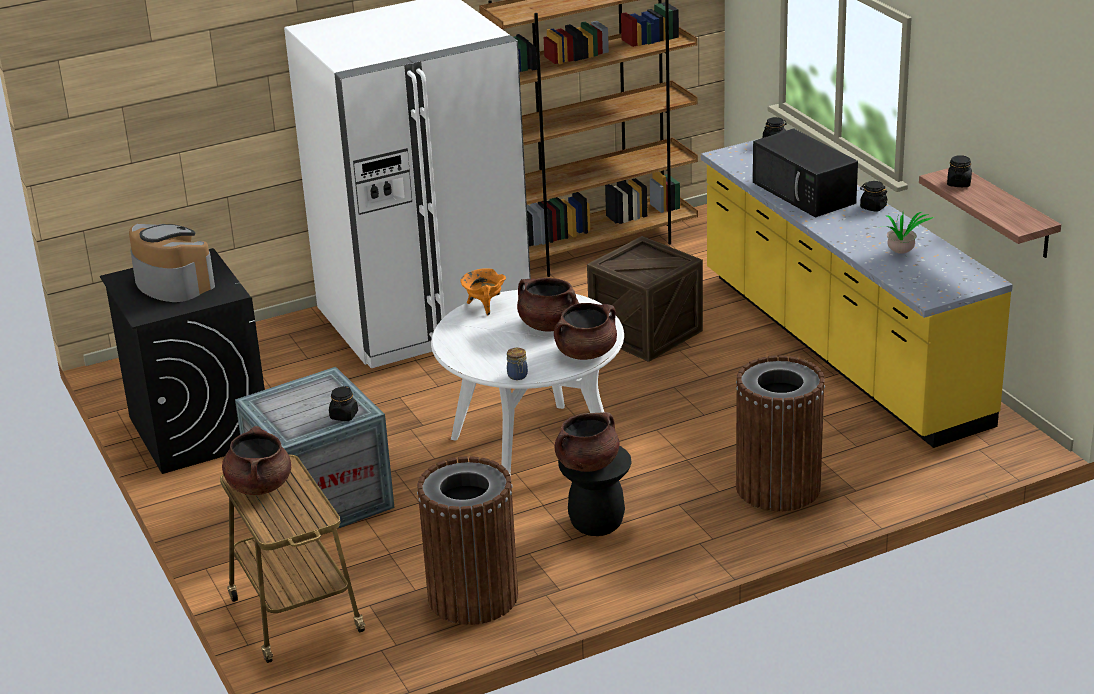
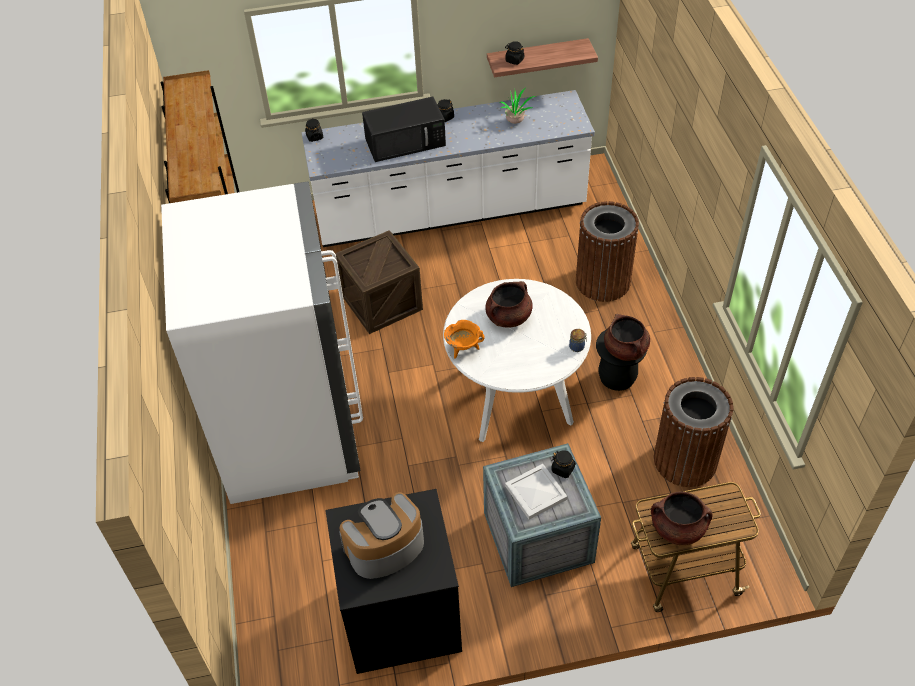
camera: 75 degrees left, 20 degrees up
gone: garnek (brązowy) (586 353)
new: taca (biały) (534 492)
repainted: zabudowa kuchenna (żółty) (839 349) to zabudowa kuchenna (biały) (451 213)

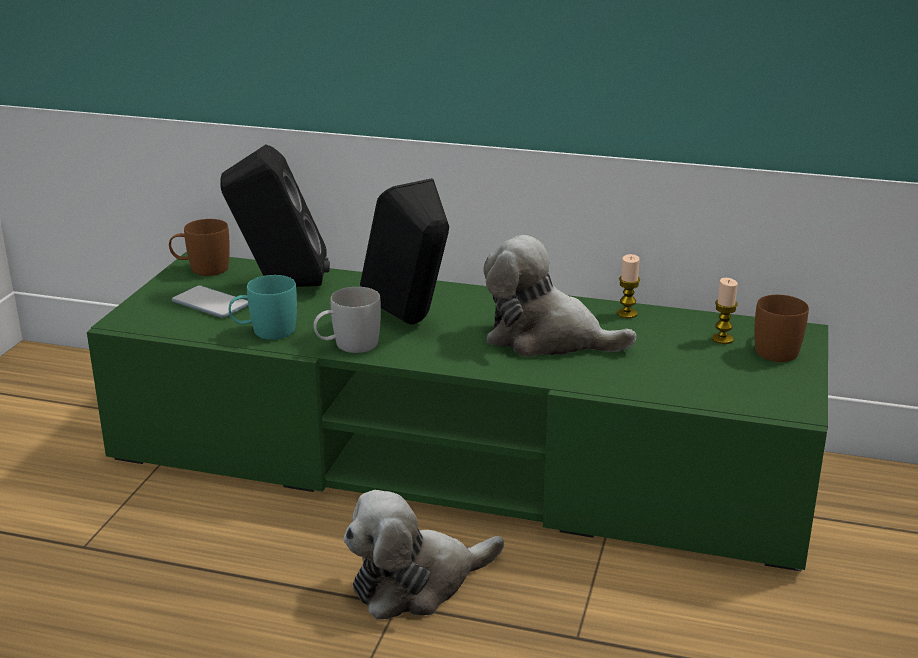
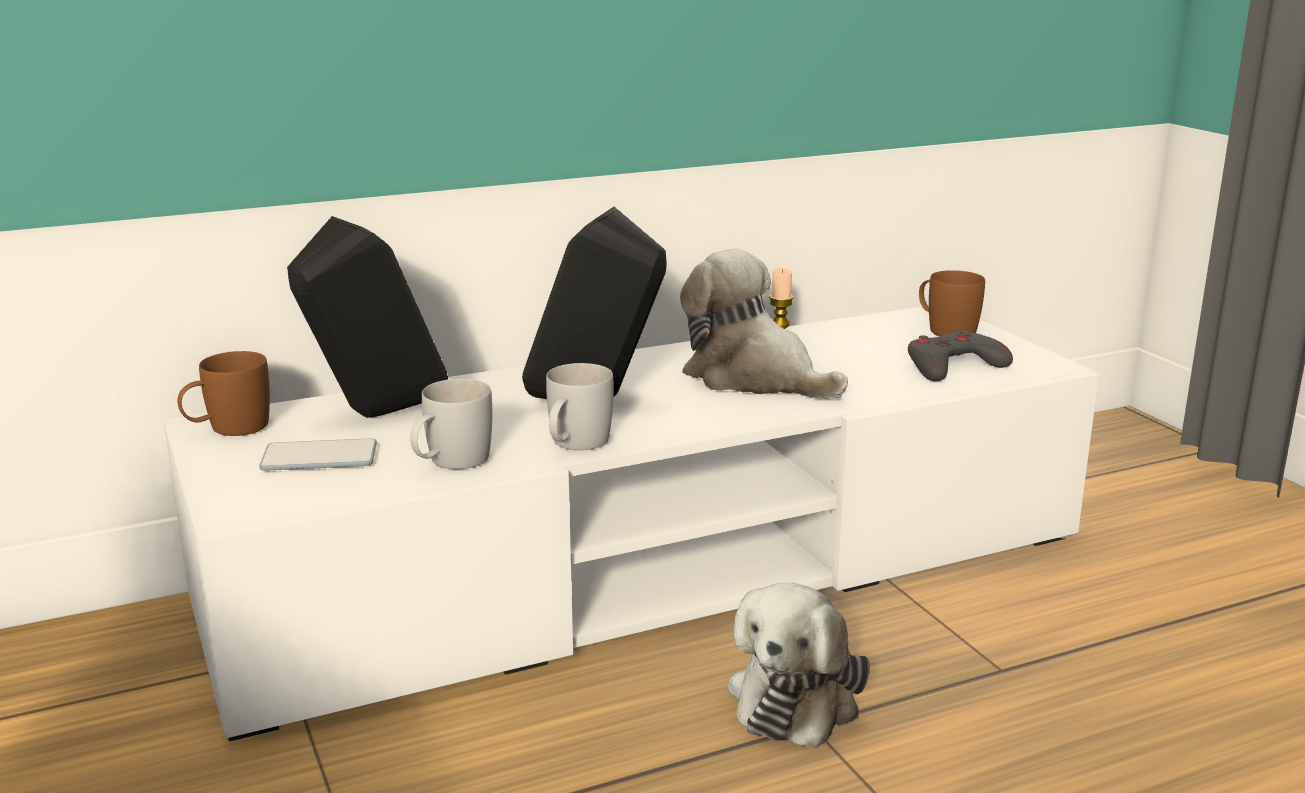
camera: 40 degrees left, 5 degrees down
gone: świeca (722 339)
new: pad do gier (szary) (953 366)
repainted: szafka pod telewizor (zielony) (459 461) to szafka pod telewizor (biały) (652 571); kubek (turkusowy) (265 332) to kubek (biały) (450 462)
rotated: pluszak (546 339) = (754 378) 60 degrees clockwise

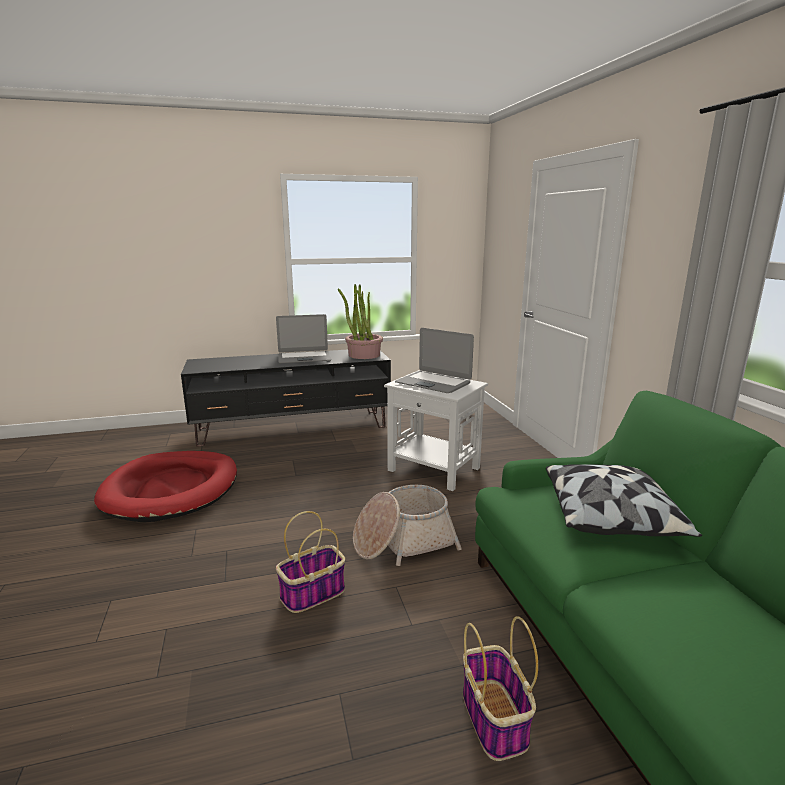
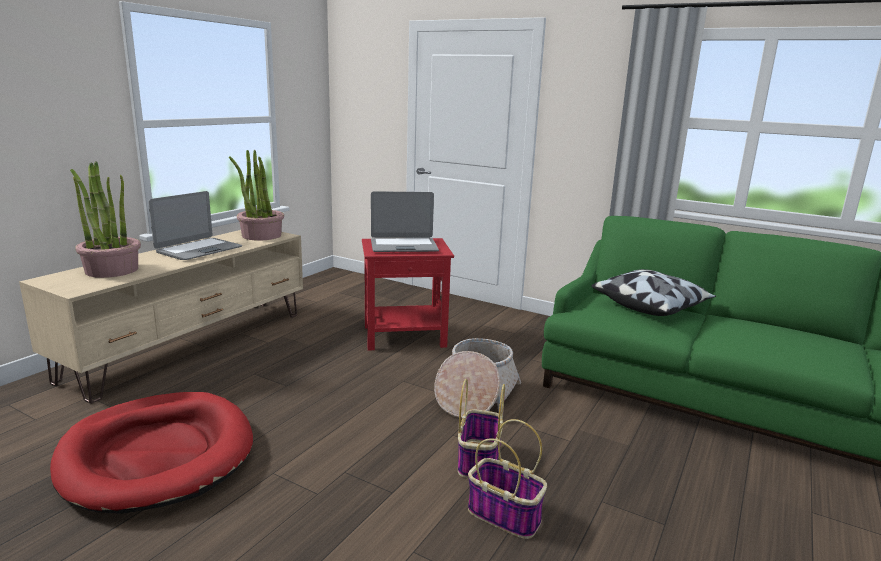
camera: 45 degrees left, 0 degrees up
new: roślina doniczkowa (111 270)
shifted: koszyk (495 719) to (505 515)
repainted: szafka pod telewizor (czarny) (294 428) to szafka pod telewizor (beżowy) (192 344); stolik (biały) (434 469) to stolik (czerwony) (405 336)

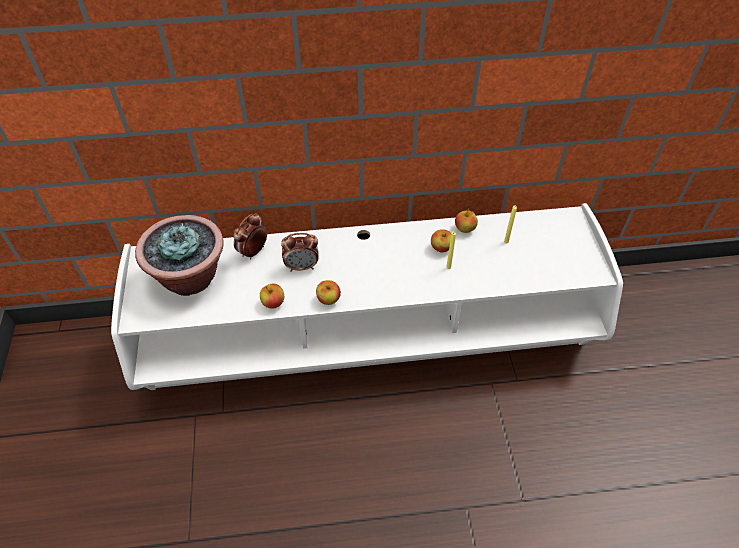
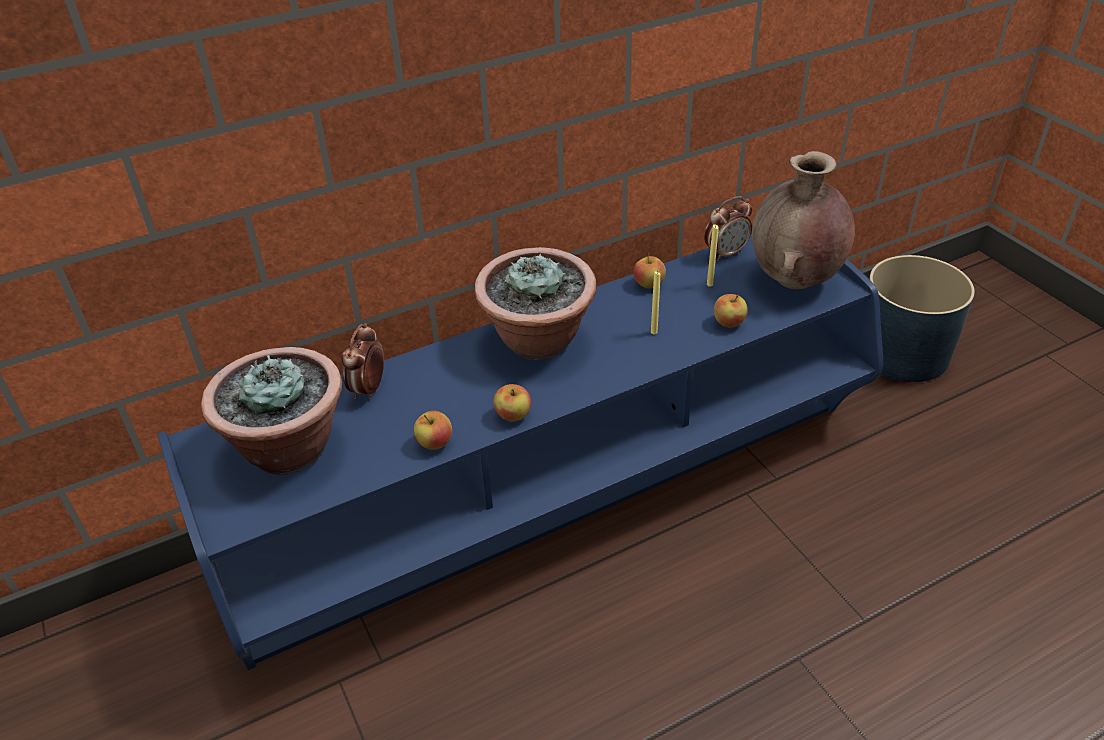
camera: 20 degrees left, 10 degrees down
new: roślina doniczkowa (538 341); wazon (brązowy) (794 281); donica (niebieski) (902 352)
shifted: budzik (302 266) to (726 254); jabłko (441 248) to (729 323)
repainted: szafka pod telewizor (biały) (370 344) to szafka pod telewizor (niebieski) (557 497)

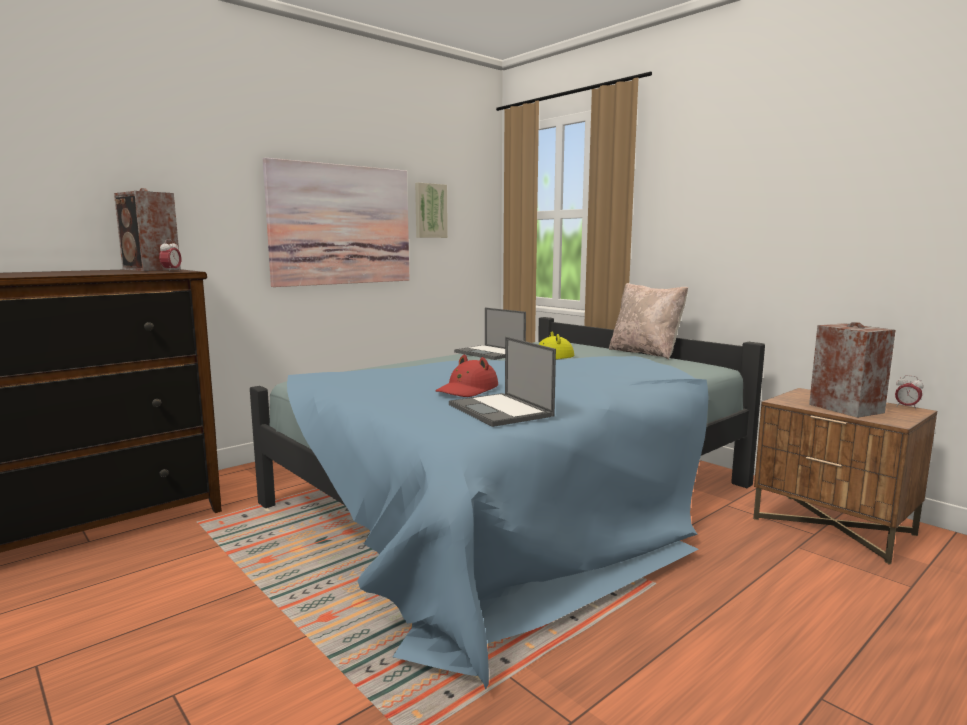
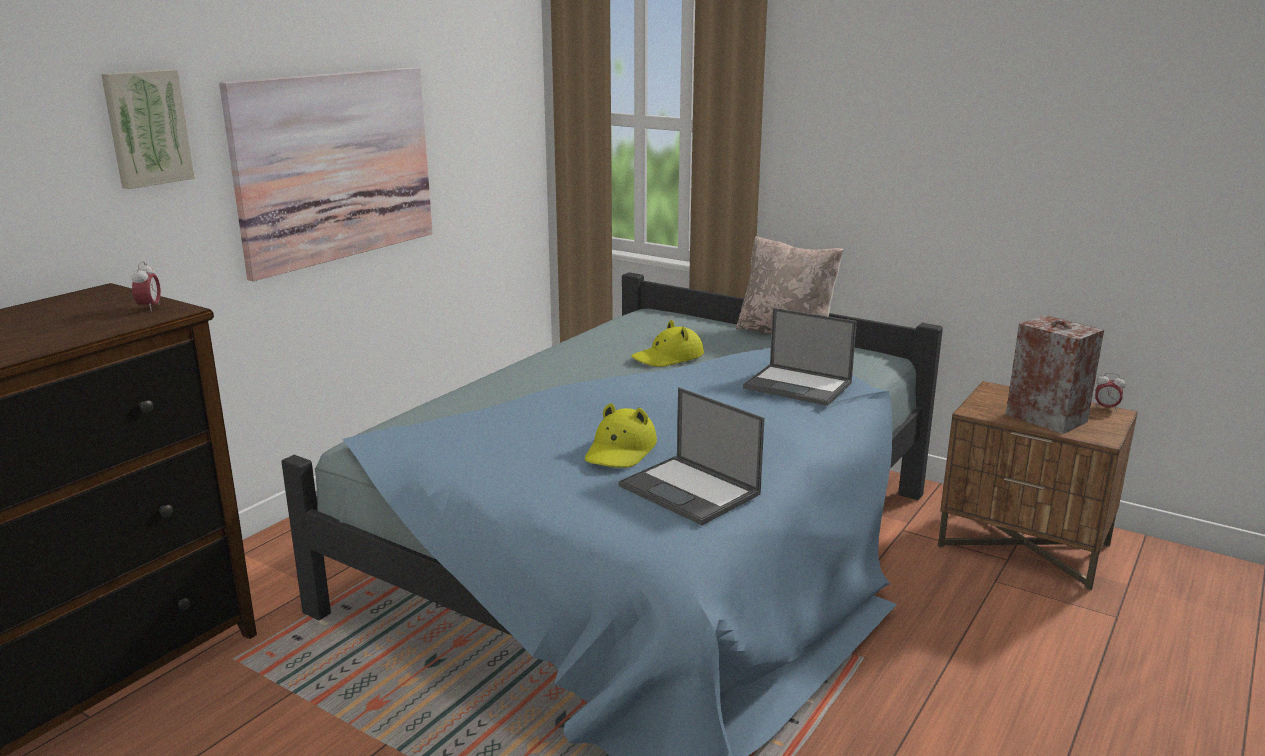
camera: 15 degrees left, 10 degrees up
gone: głośnik (151 269)
shifted: obraz (430 211) to (146 128); laptop (490 353) to (799 386)
repainted: kapelusz (czerwony) (467 390) to kapelusz (żółty) (620 451)

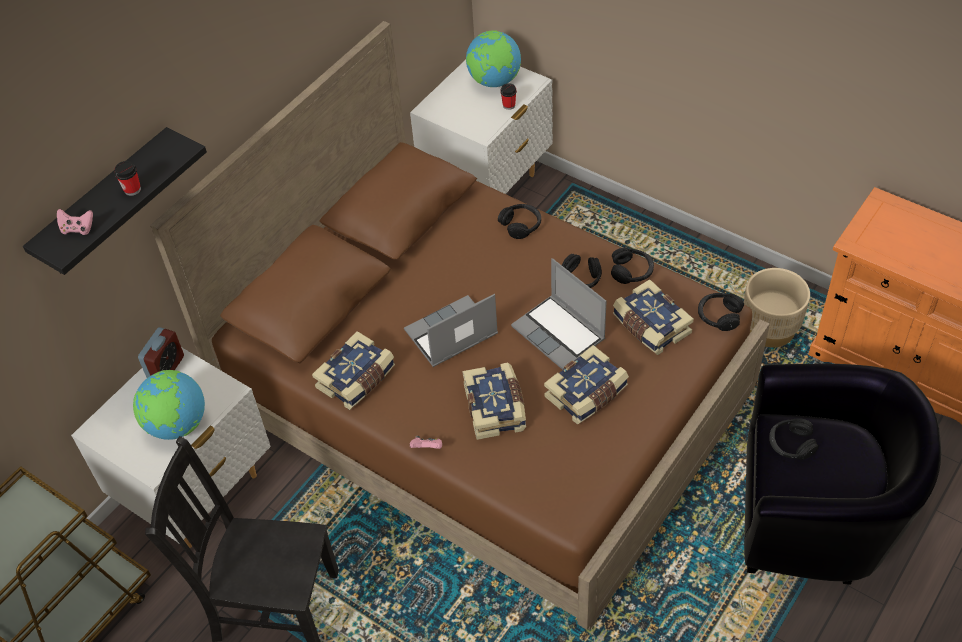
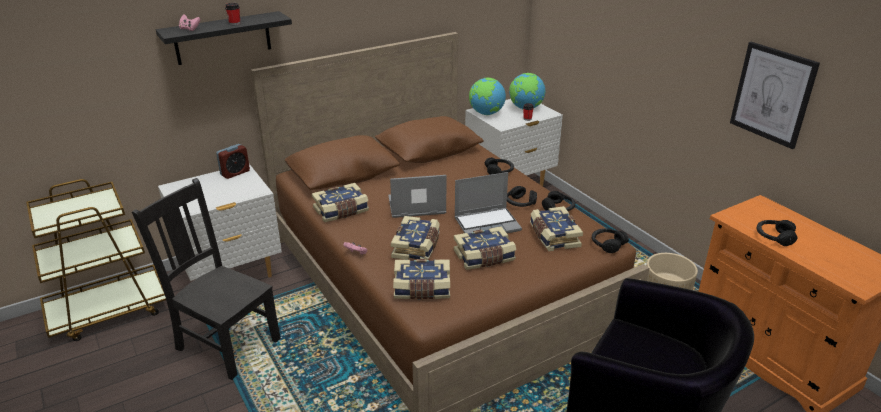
camera: 20 degrees right, 20 degrees down
new: książka (422 289); obraz (772 94)
shifted: globus (177 425) to (486 113); słuchawki (czarny) (791 444) to (774 237)
rotated: laptop (560 333) = (487 224) 90 degrees counterclockwise

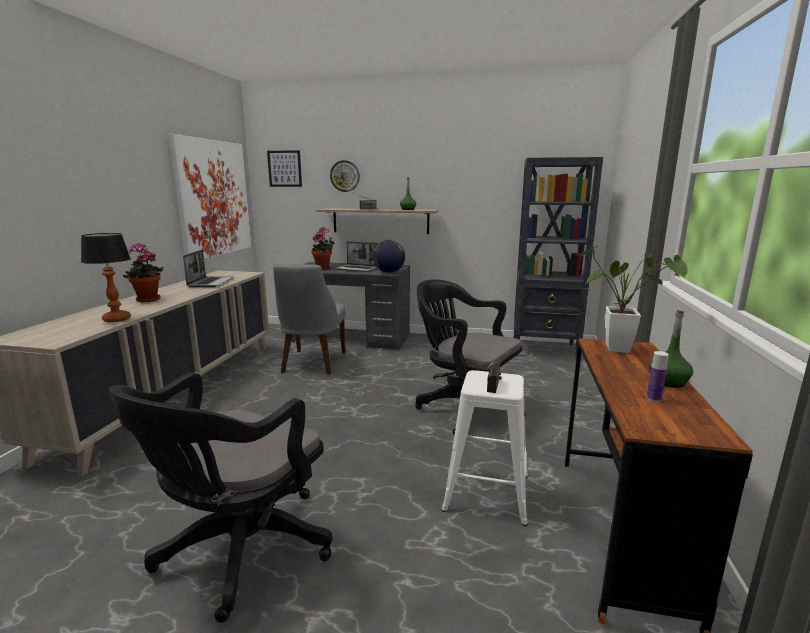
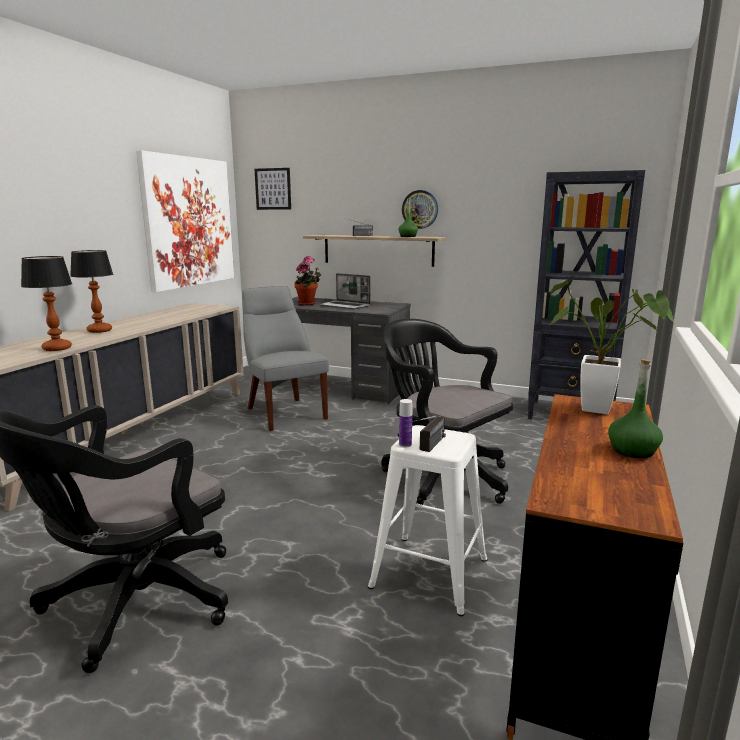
camera: 10 degrees right, 0 degrees up
gone: laptop (210 283); globus (389 272)
shifted: zegar ścienny (345 176) to (420 209); butelka (653 398) to (405 444)
swapped: roślina doniczkowa (147 300) to lampa stołowa (99 331)
rotated: krzesło (szary) (312 363) = (284 412) 135 degrees clockwise

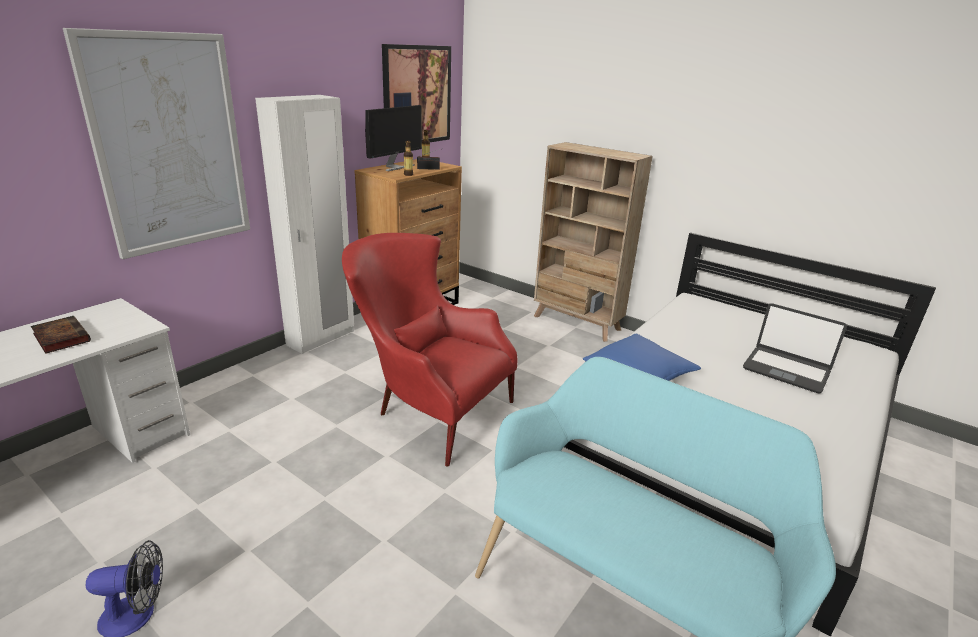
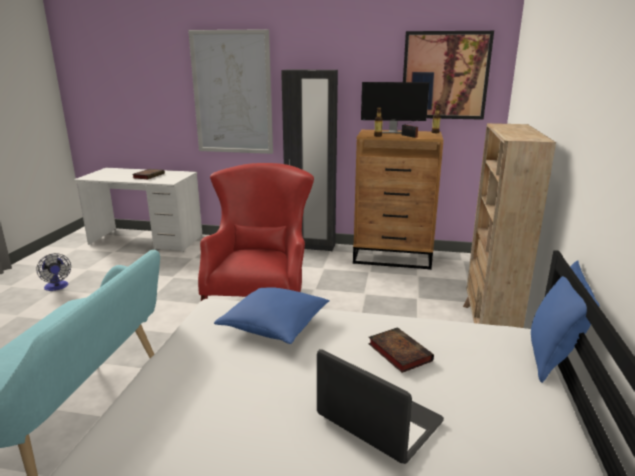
camera: 65 degrees right, 5 degrees down
new: książka (398 352); poduszka (niebieski) (552 358)
repainted: szafa (biały) (321 338) to szafa (czarny) (310 246)
rotated: laptop (786 370) = (378 420) 120 degrees clockwise

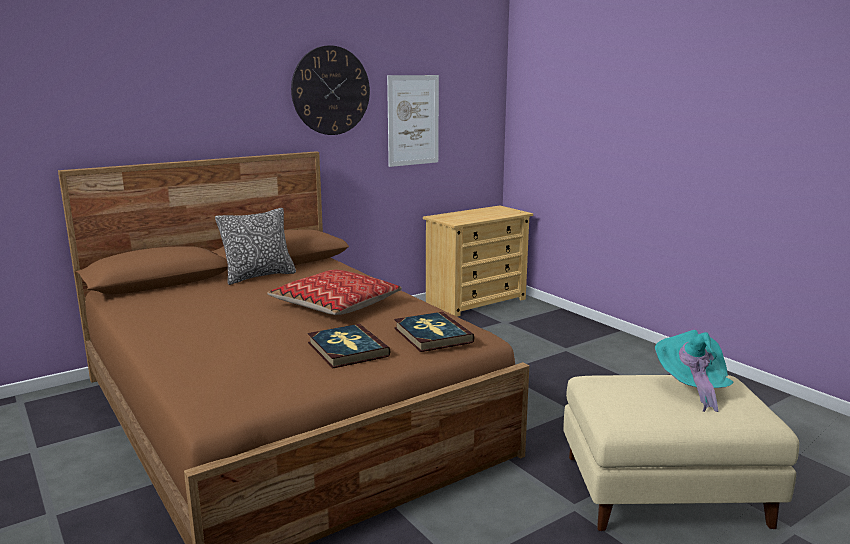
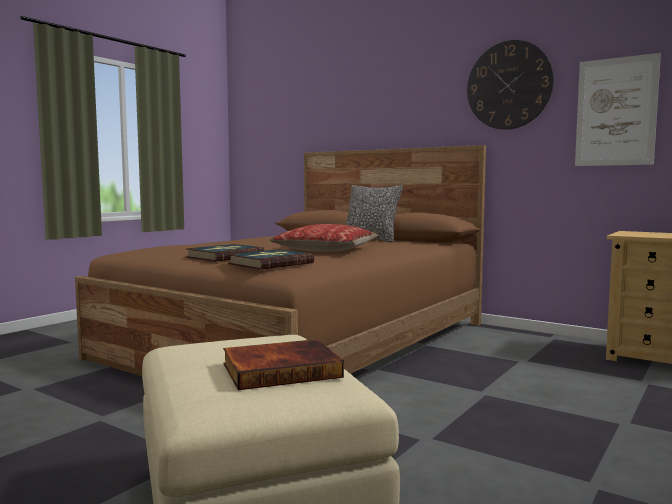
camera: 70 degrees right, 10 degrees down
swapped: kapelusz (turkusowy) (691 388) to książka (281 369)

